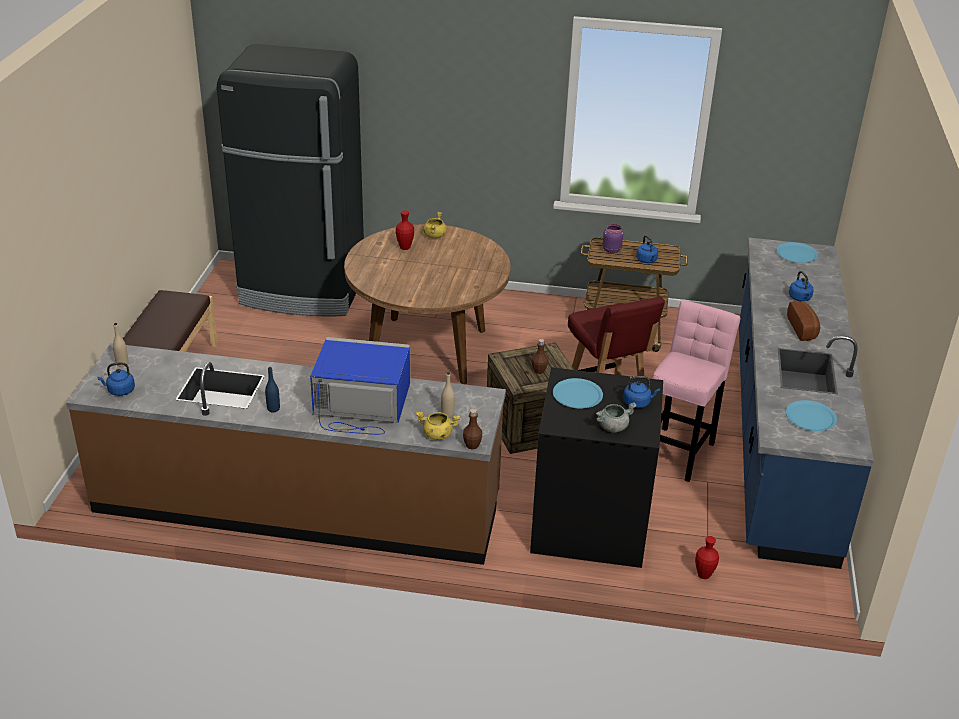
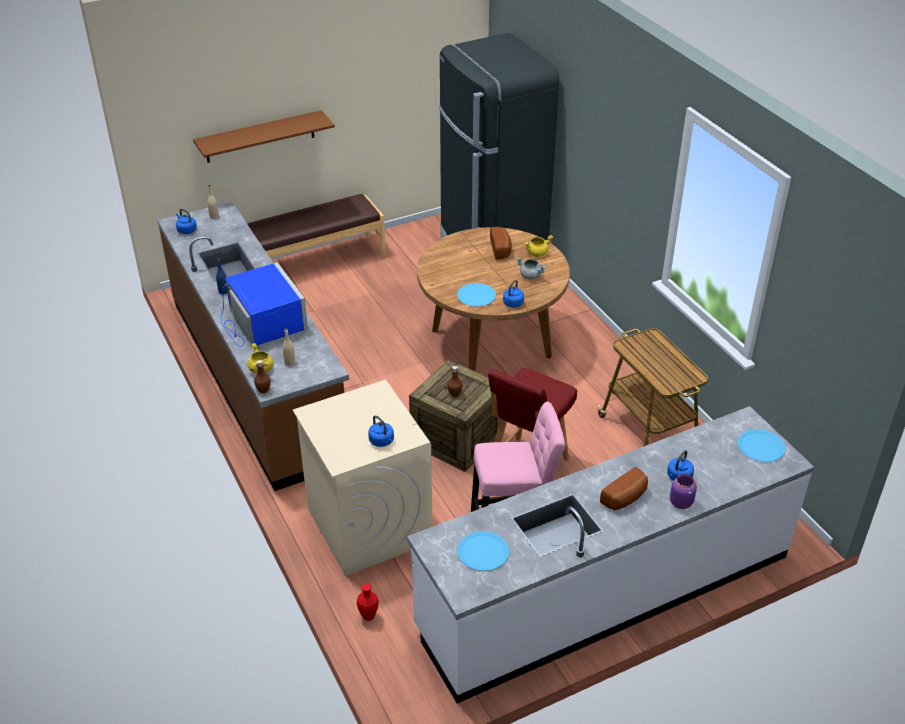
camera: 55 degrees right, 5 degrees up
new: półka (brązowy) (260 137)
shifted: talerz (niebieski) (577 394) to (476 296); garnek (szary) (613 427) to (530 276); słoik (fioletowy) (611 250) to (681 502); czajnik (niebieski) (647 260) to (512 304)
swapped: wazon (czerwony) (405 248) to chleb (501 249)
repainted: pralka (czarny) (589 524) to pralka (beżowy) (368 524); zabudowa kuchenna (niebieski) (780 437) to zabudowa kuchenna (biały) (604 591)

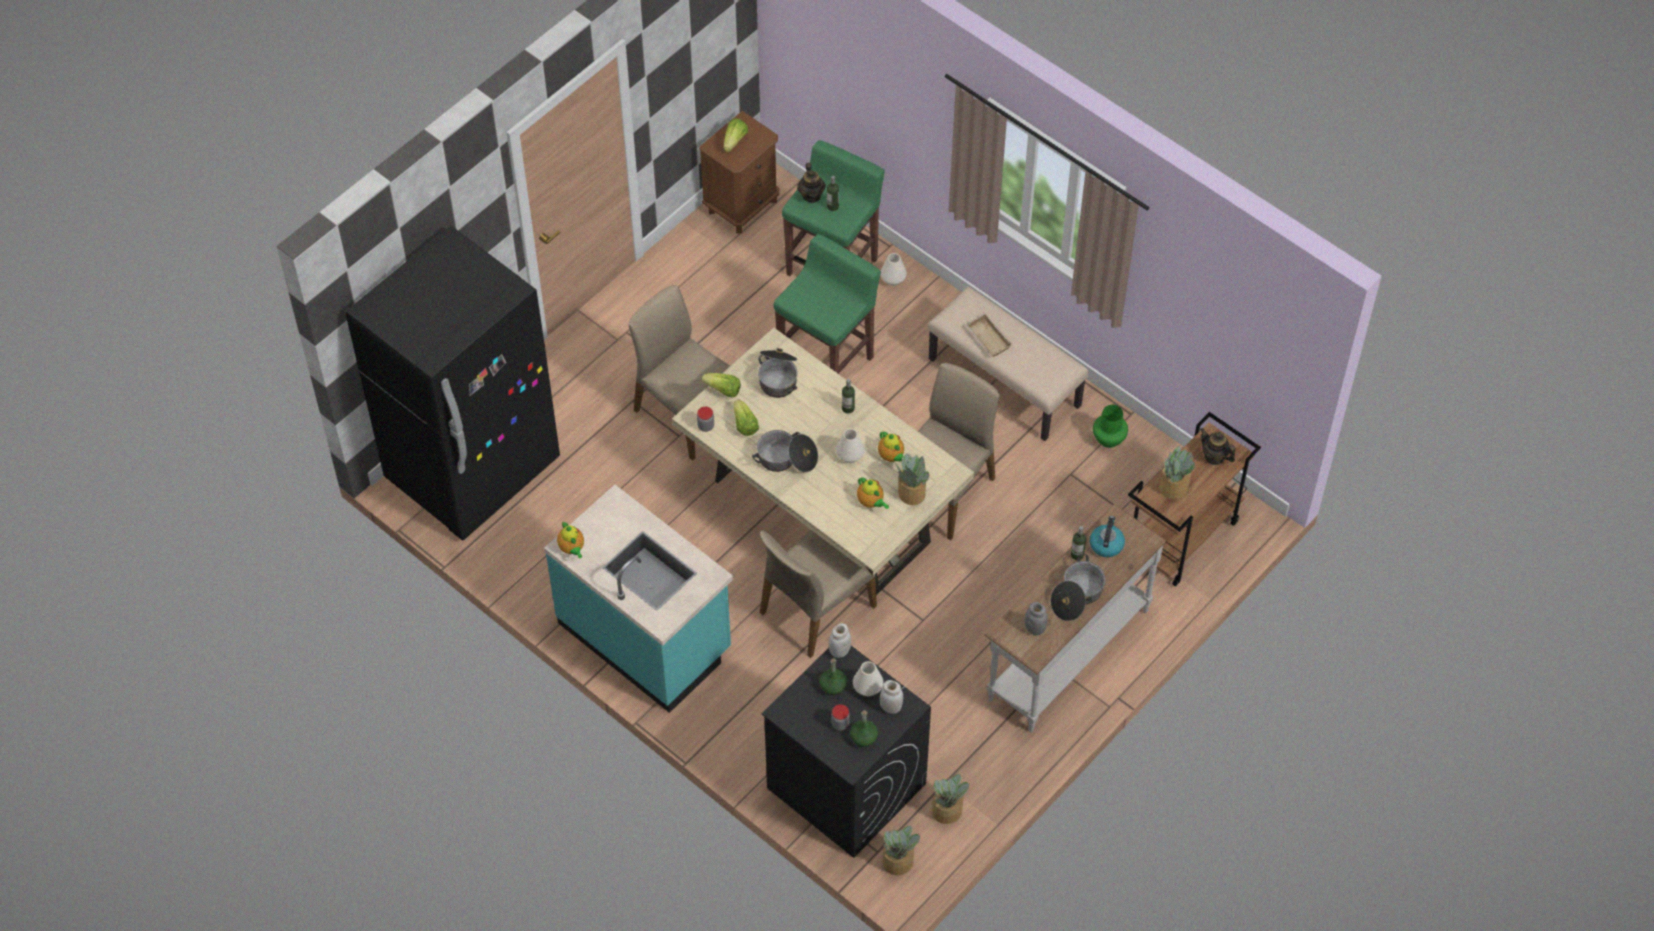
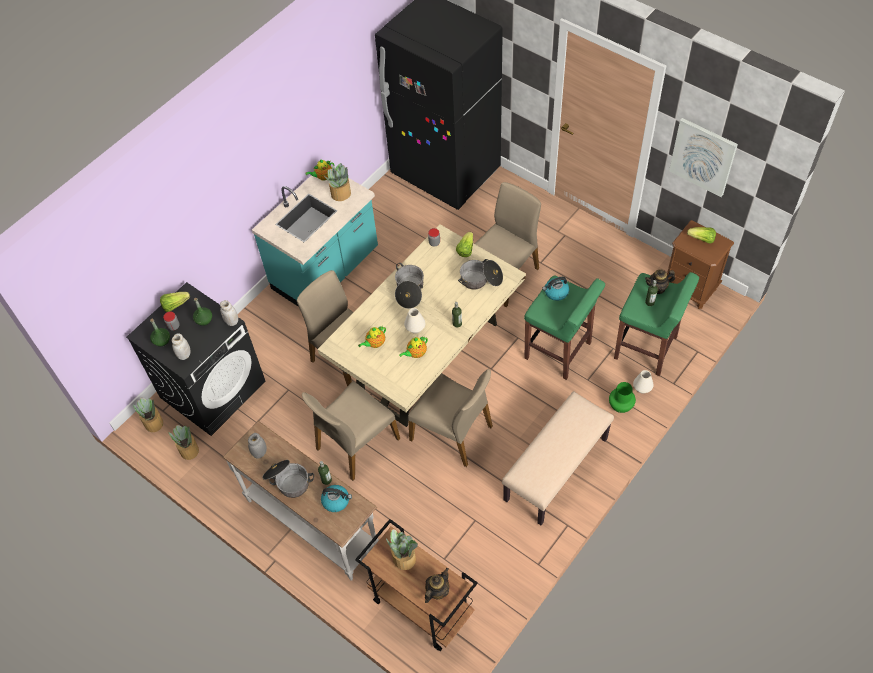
camera: 90 degrees right, 0 degrees up
gone: wazon (biały) (867 687); taca (beżowy) (987 338)
new: krzesło (beżowy) (356 443); czajnik (556 293); obraz (703 156)
shifted: sałata (744 424) to (175 305); roślina doniczkowa (911 493) to (340 194); wazon (zielony) (1109 439) to (621 406)

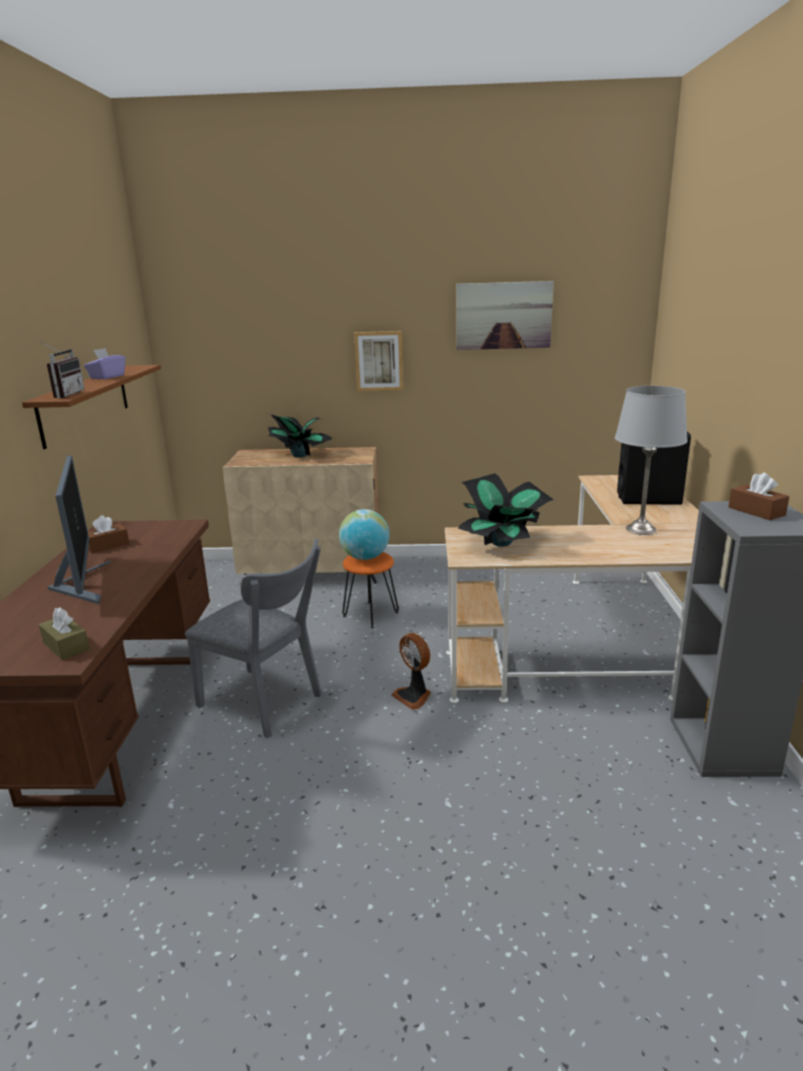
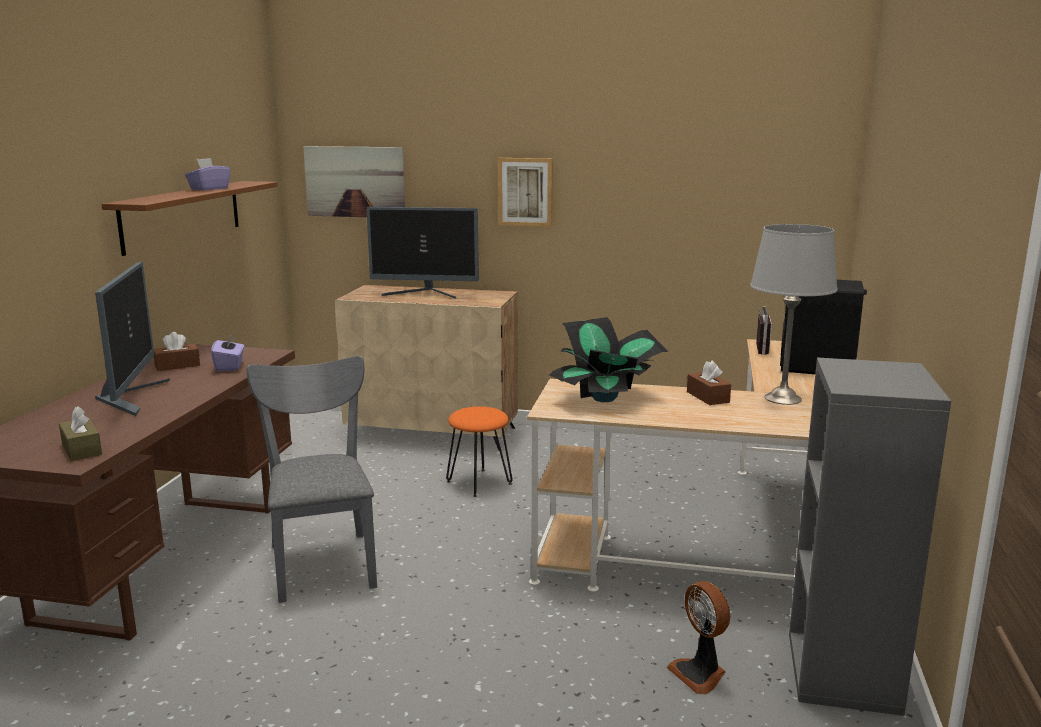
camera: 10 degrees right, 5 degrees down
gone: globus (365 557)
new: pudełko chusteczek (fioletowy) (230 366)
shifted: radio (64 395) to (756 349); wentylator (414 696) to (700 674); obraz (503 315) to (355 182); pudełko chusteczek (brązowy) (756 511) to (707 397)
swapped: roślina doniczkowa (299 455) to monitor (425 294)
rotated: krzesło (szary) (266 703) = (322 560) 150 degrees counterclockwise

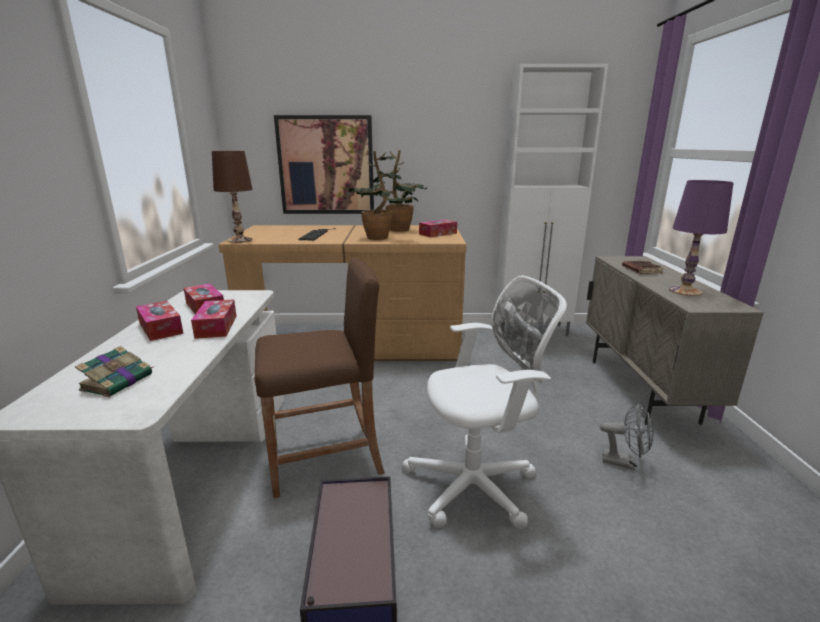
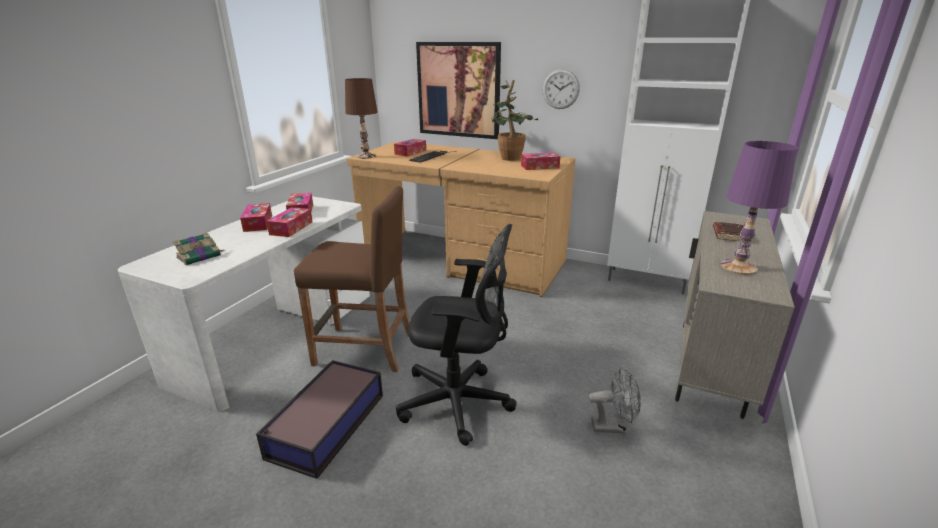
camera: 25 degrees right, 5 degrees up
gone: roślina doniczkowa (381 238)
new: pudełko chusteczek (410 152); zegar ścienny (560 89)
repainted: krzesło biurowe (biały) (477 485) to krzesło biurowe (czarny) (460 403)
rotated: wentylator (szary) (624 462) = (613 426) 45 degrees counterclockwise

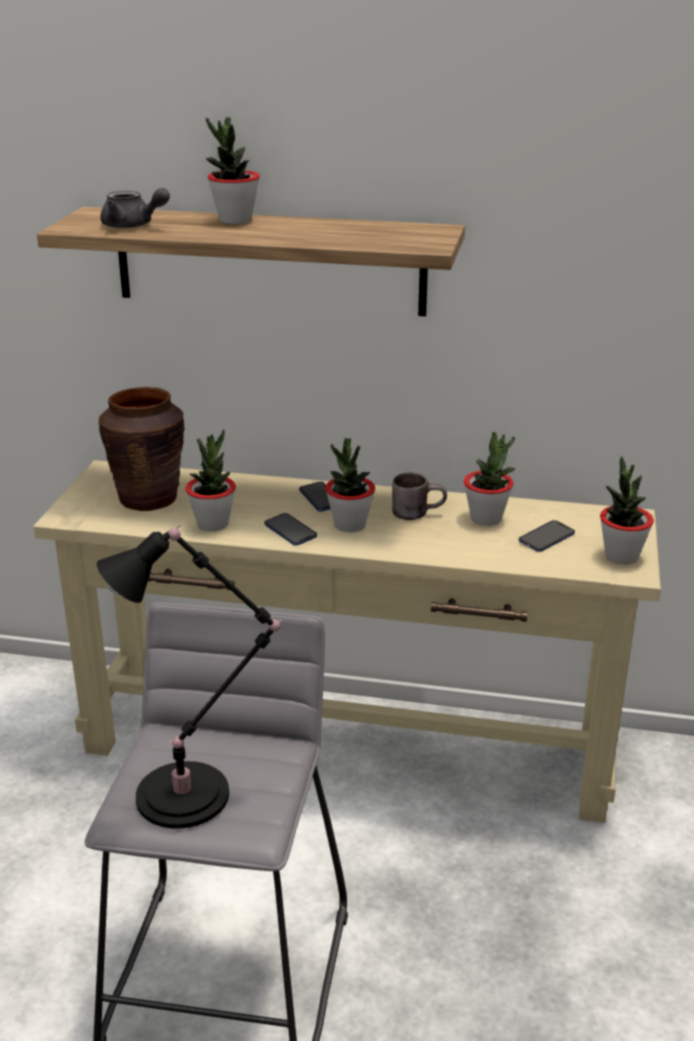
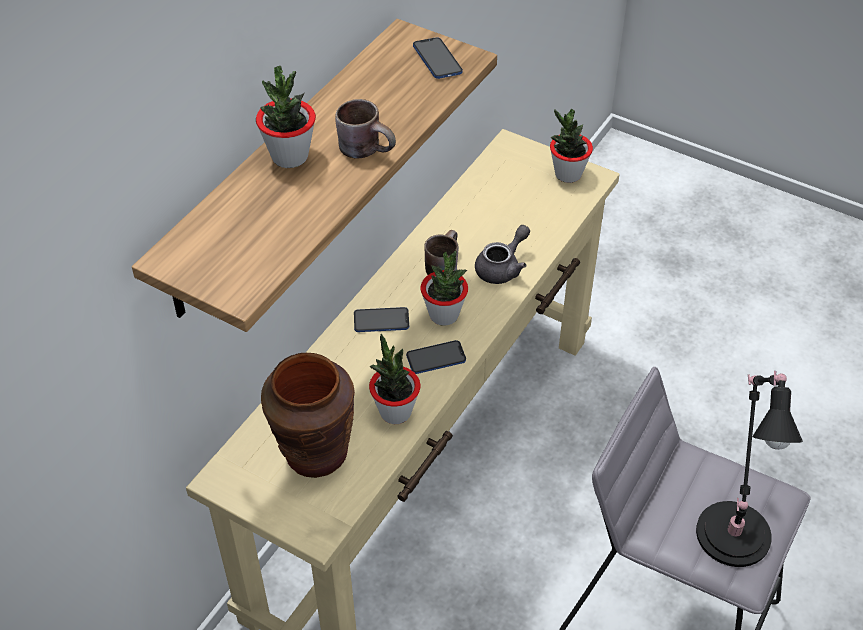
camera: 70 degrees left, 20 degrees up
gone: roślina doniczkowa (486 519)
new: kubek (brązowy) (368 148)
shifted: imbryk (szary) (133 226) to (502 267); telefon (546 538) to (437 59)

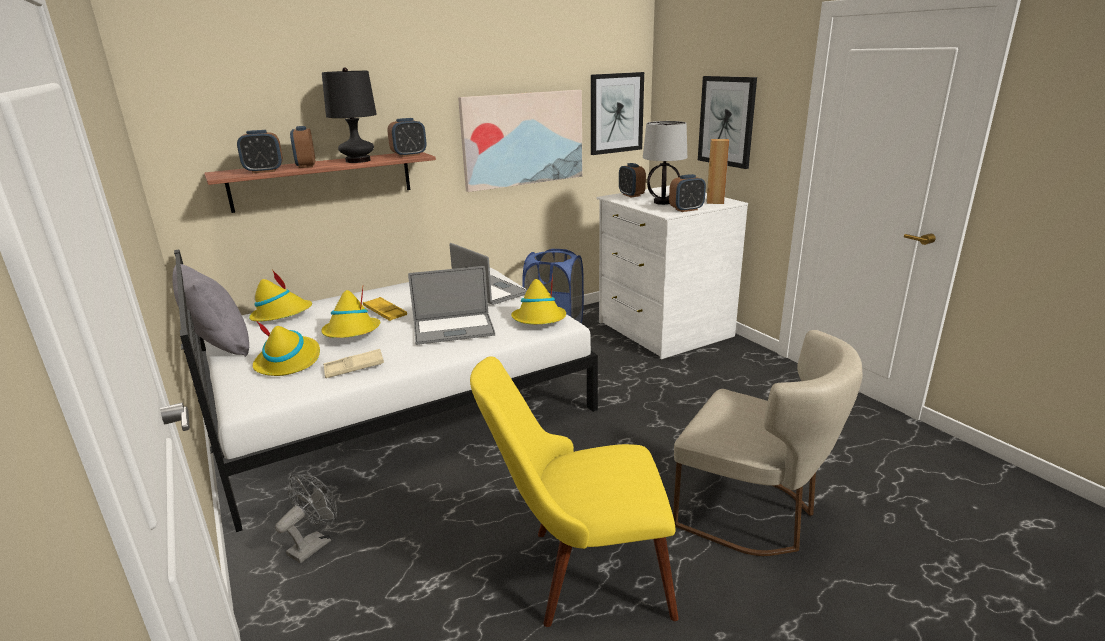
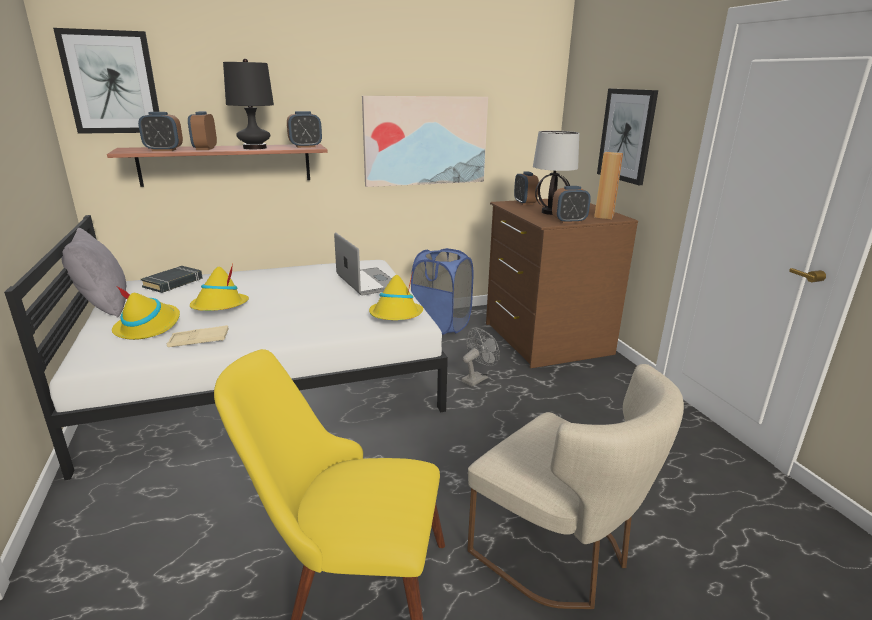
camera: 10 degrees right, 0 degrees up
gone: taca (żółty) (385 312); laptop (453 329)
shifted: wentylator (szary) (314 544) to (477 378); obraz (616 113) to (111 83)
swapped: kapelusz (żółty) (282 314) to książka (czarny) (173 283)
repainted: komoda (biały) (663 330) to komoda (brązowy) (545 338)

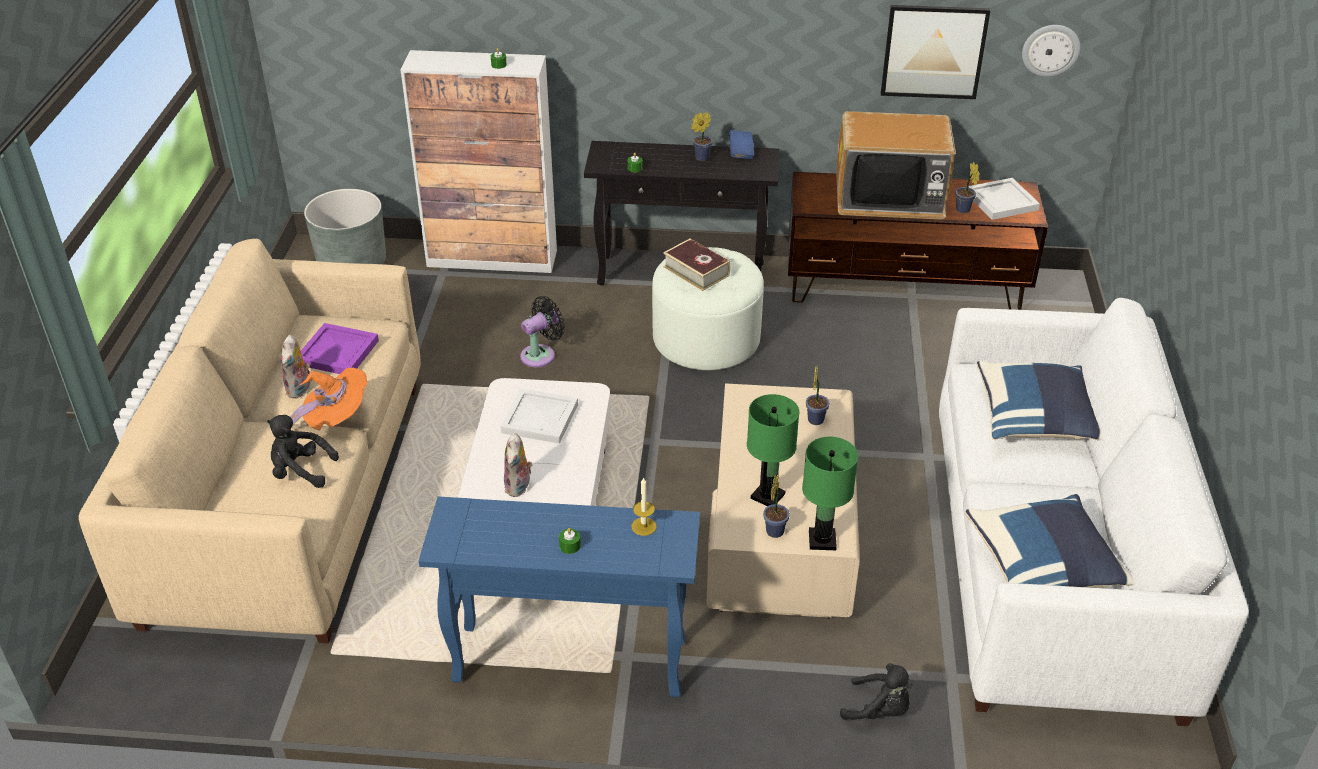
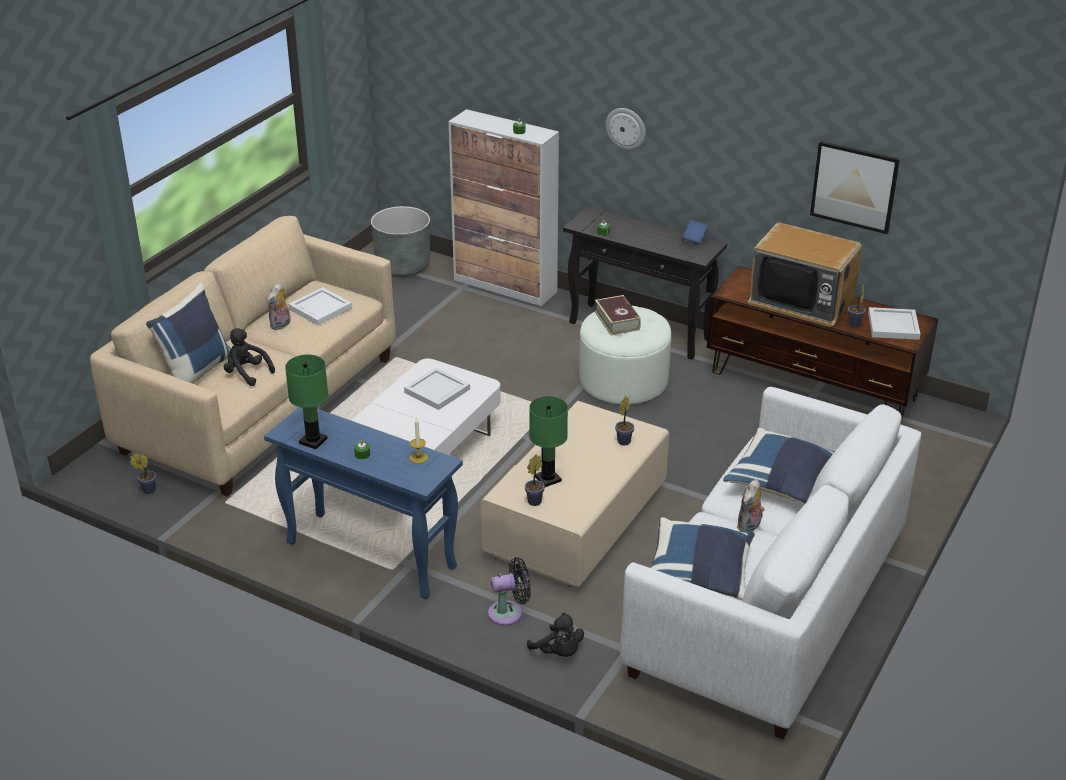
camera: 25 degrees right, 5 degrees down
gone: kapelusz (pomarańczowy) (336 418)
new: poduszka (niebieski) (196 371)
shifted: pluszak (519 487) to (749 527); wentylator (czarny) (541 354) to (509 613); roślina doniczkowa (700 158) to (147 490); lampa stołowa (zielony) (821 540) to (313 441); zegar ścienny (1050 50) to (626 128)
repainted: taca (fioletowy) (338 353) to taca (biały) (320 309)

